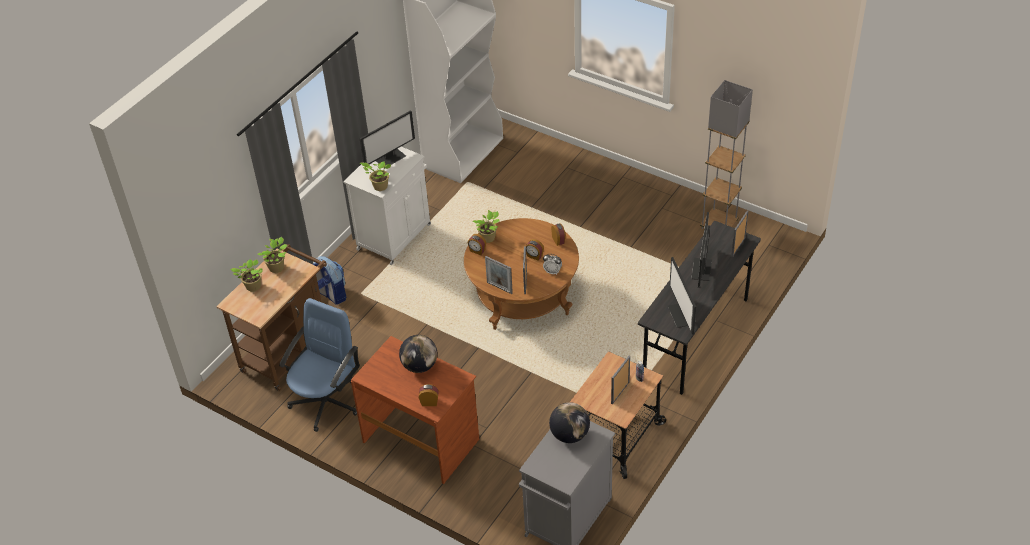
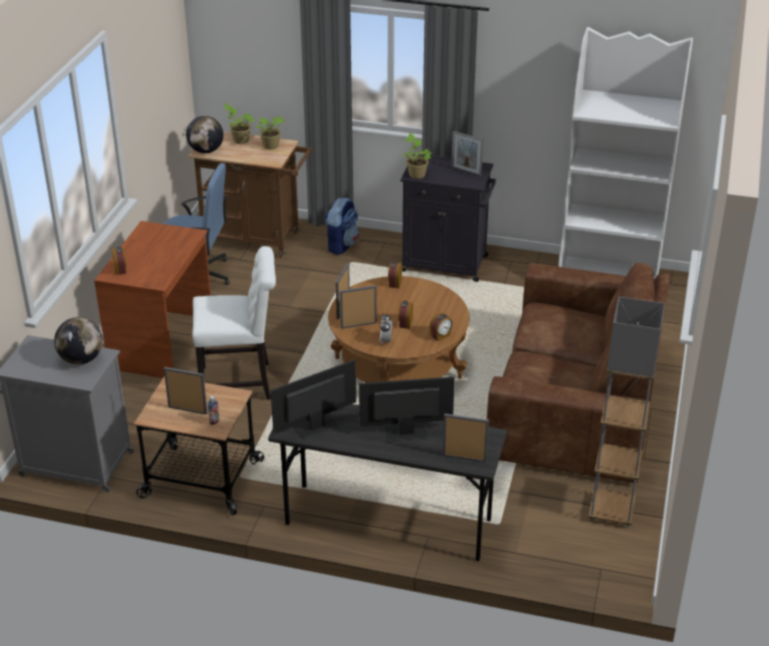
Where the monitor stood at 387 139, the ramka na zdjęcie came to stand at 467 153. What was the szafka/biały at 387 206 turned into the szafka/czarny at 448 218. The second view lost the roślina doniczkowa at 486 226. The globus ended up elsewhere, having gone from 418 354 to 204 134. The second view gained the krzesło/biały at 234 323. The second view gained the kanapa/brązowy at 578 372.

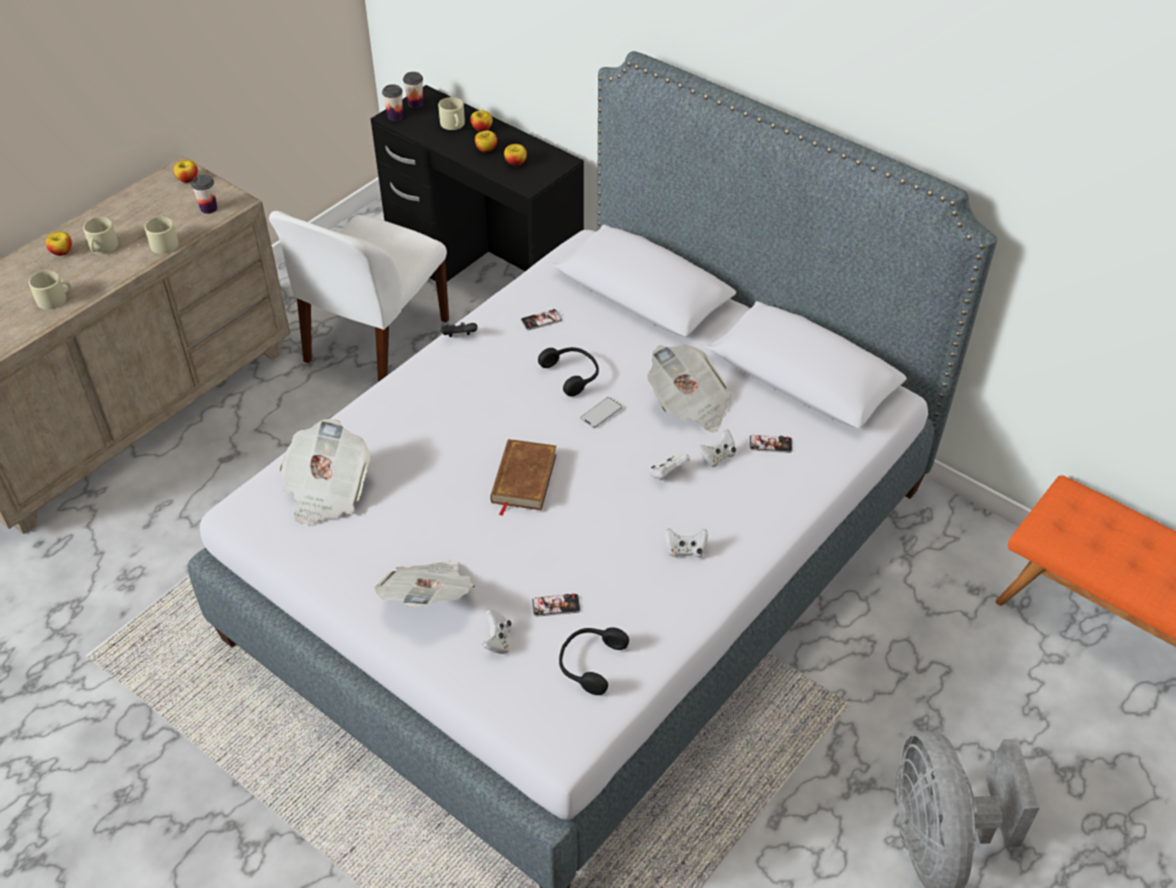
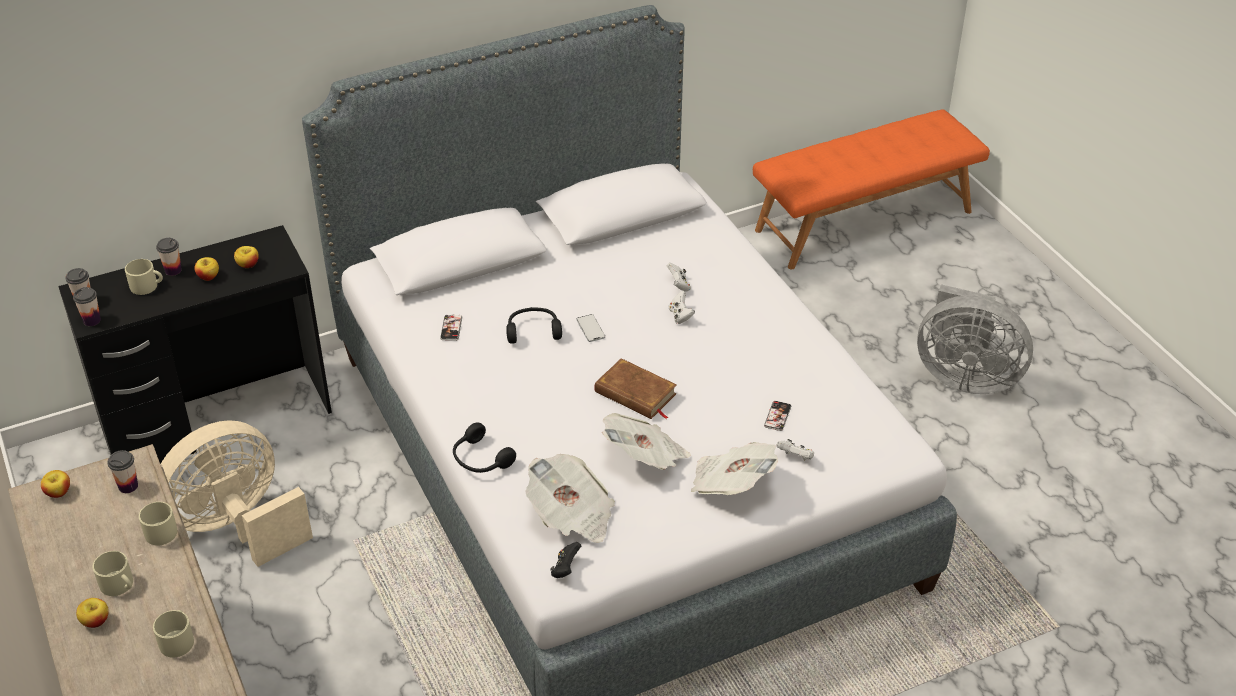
Where the jabłko stood at 481 121, the filiżanka came to stand at 169 257. Where the krzesło/biały stood at 359 296, the wentylator/beżowy came to stand at 236 493. The pad do gier/czarny ended up elsewhere, having gone from 459 329 to 565 560. The gazeta ended up elsewhere, having gone from 689 388 to 646 441. The second view lost the telefon at 771 443. The second view lost the pad do gier/biały at 686 543. The słuchawki/czarny ended up elsewhere, having gone from 594 661 to 484 447.

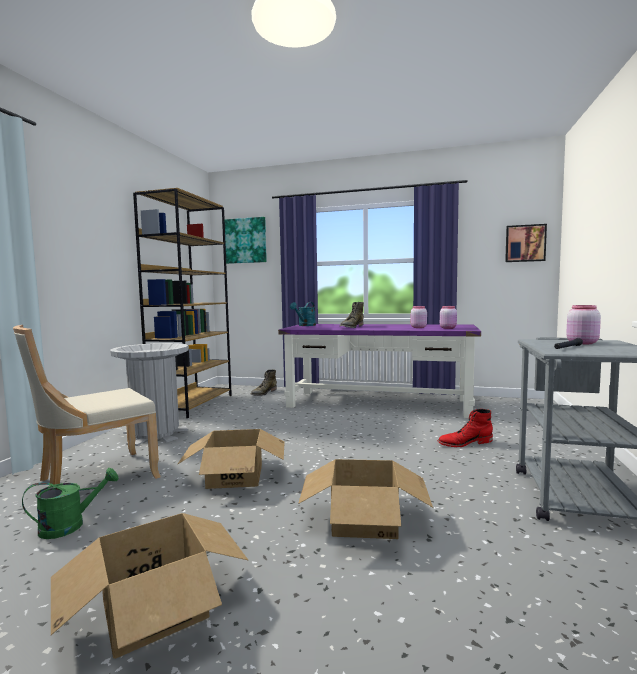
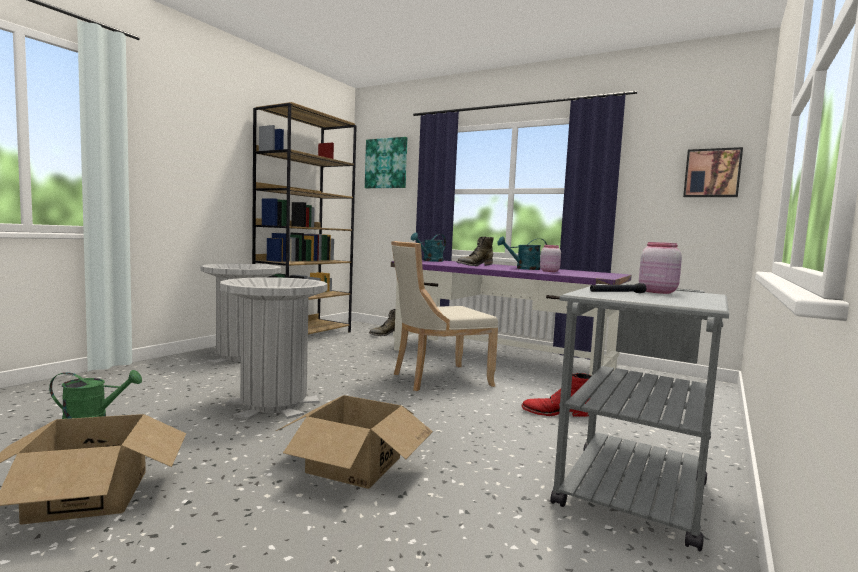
The second view lost the słoik/różowy at 448 317. The krzesło/beżowy ended up elsewhere, having gone from 87 405 to 444 316. Where the karton stood at 231 459, the kosz na śmieci/szary came to stand at 274 348. The second view gained the konewka/turkusowy at 522 253.

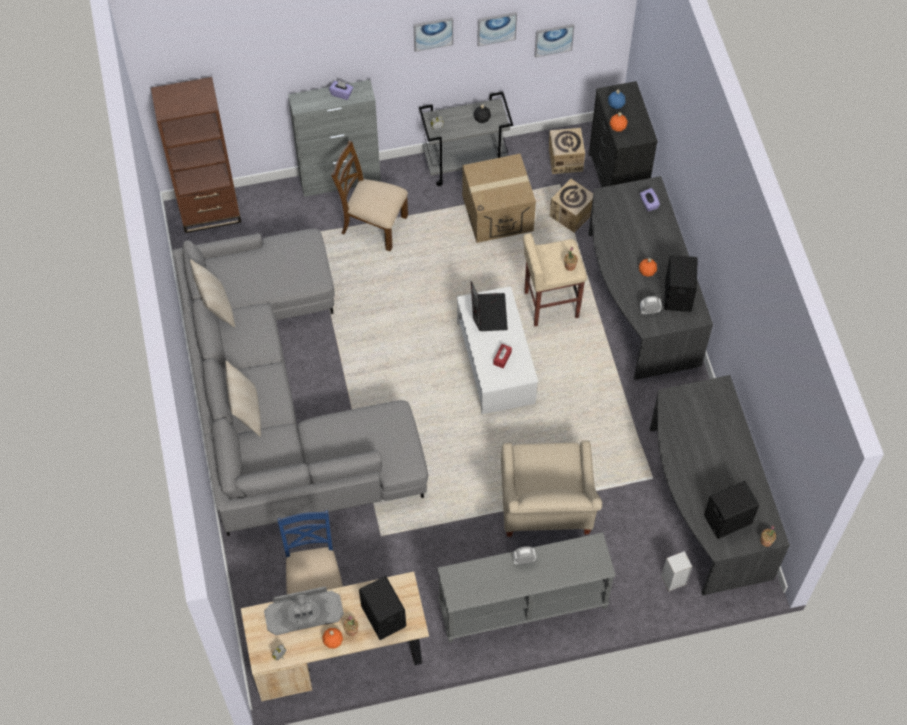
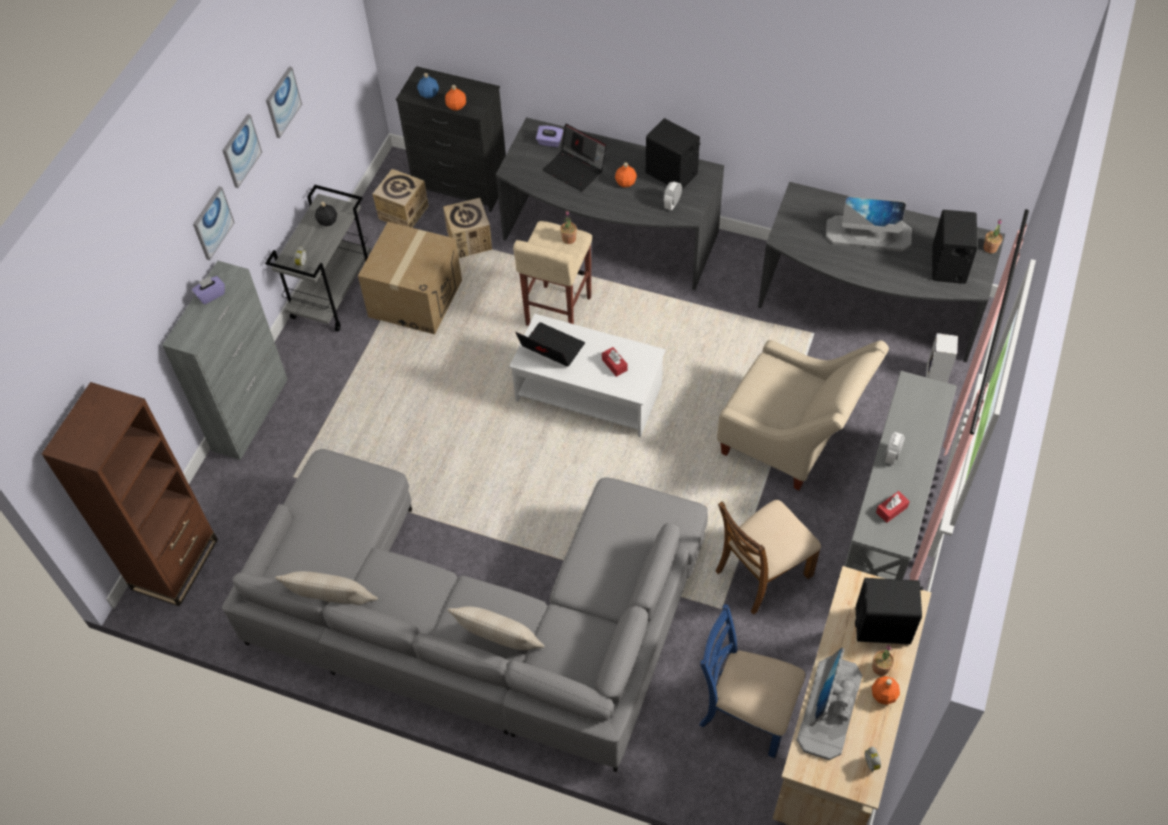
The obraz ended up elsewhere, having gone from 554 41 to 214 223. The krzesło/brązowy ended up elsewhere, having gone from 369 196 to 768 557. The second view gained the laptop at 575 157. The second view gained the monitor at 868 224. The second view gained the pudełko chusteczek/czerwony at 893 507.

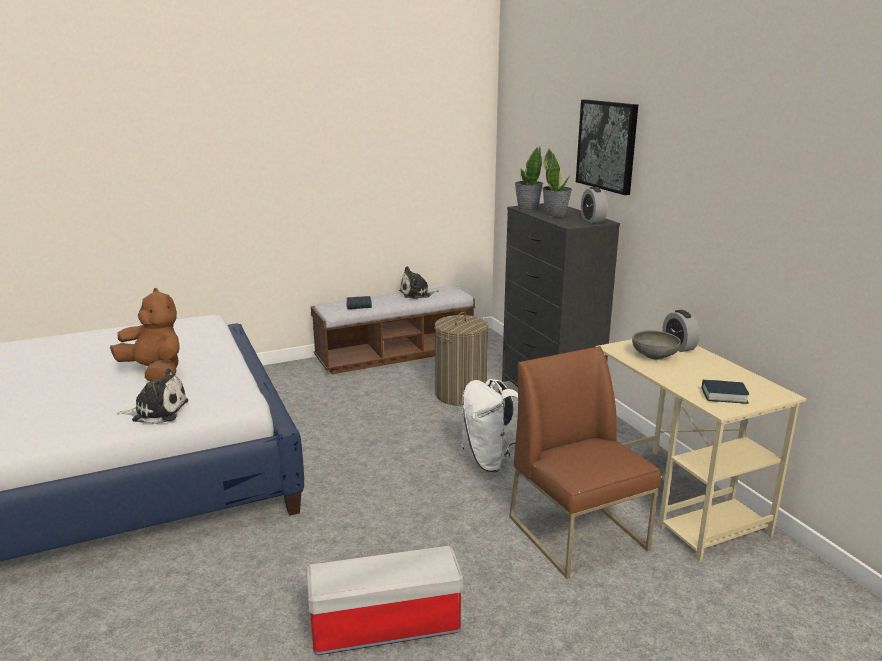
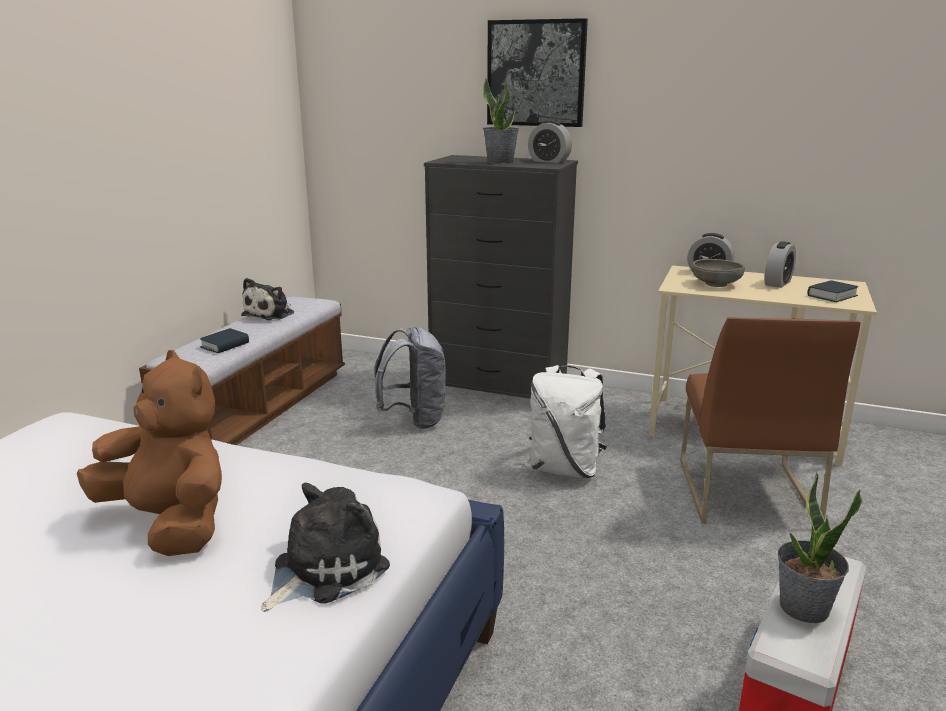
The roślina doniczkowa ended up elsewhere, having gone from 529 178 to 820 548. The pluszak/brązowy at 145 334 ended up facing another way, 45 degrees clockwise from before. Where the kosz na pranie stood at 462 359, the plecak/szary came to stand at 410 378. The krzesło/brązowy at 585 462 ended up facing another way, 105 degrees counterclockwise from before. The second view gained the budzik at 780 264.

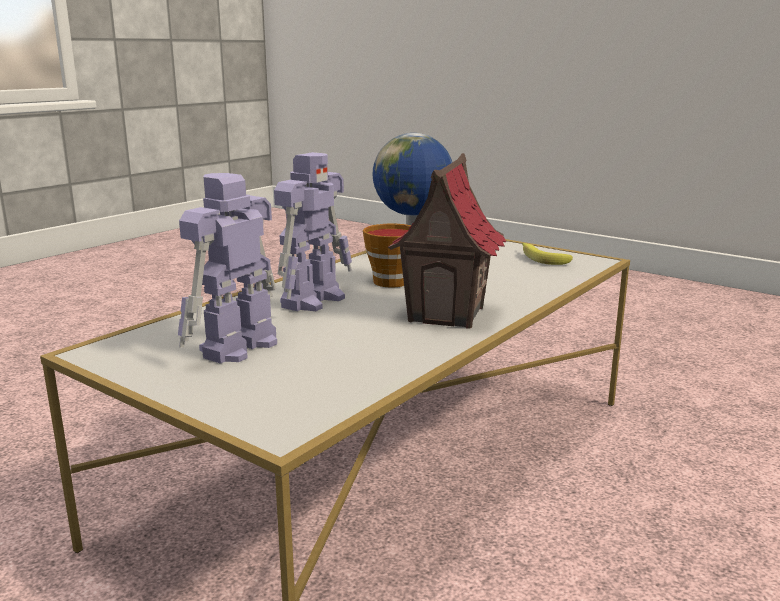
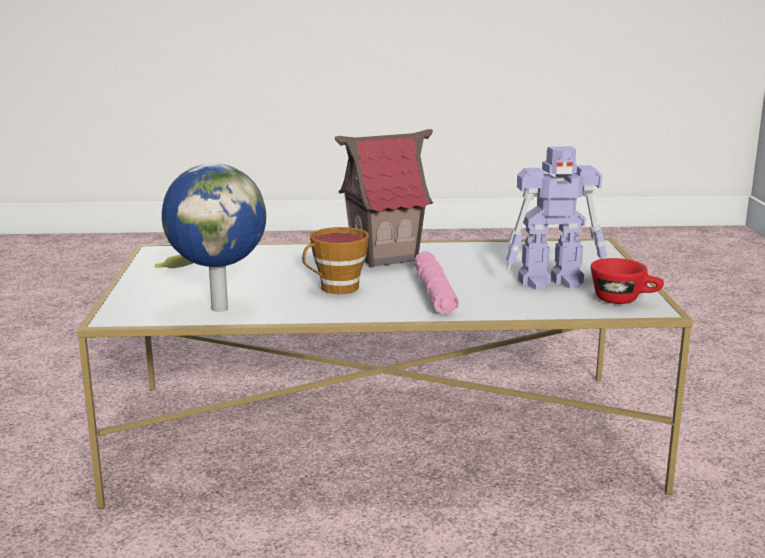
Where the robot zabawkowy stood at 313 231, the latarka/różowy came to stand at 436 282. The second view gained the filiżanka/czerwony at 627 281.

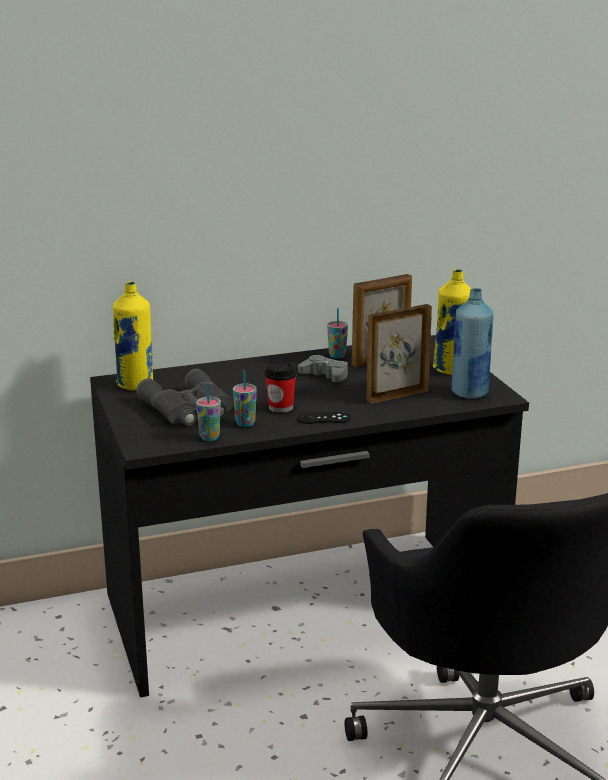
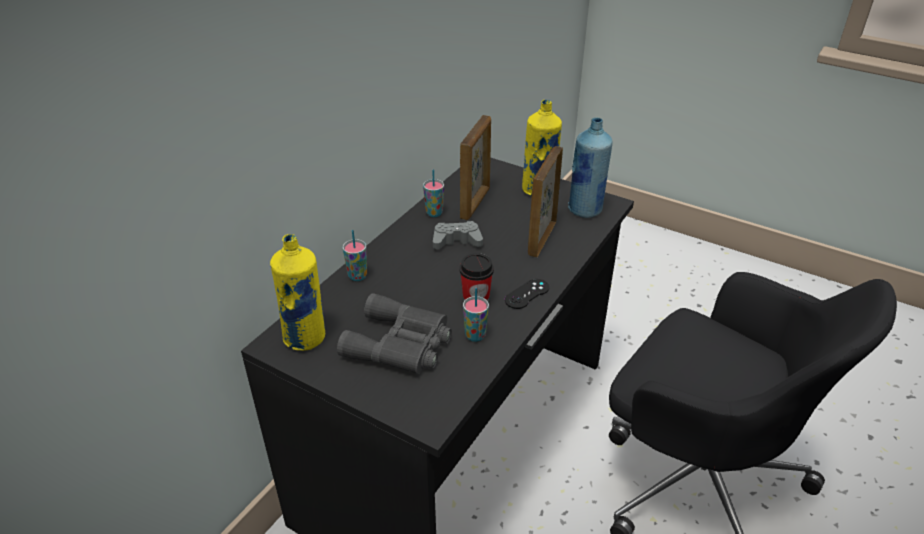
The filiżanka ended up elsewhere, having gone from 208 412 to 355 255.

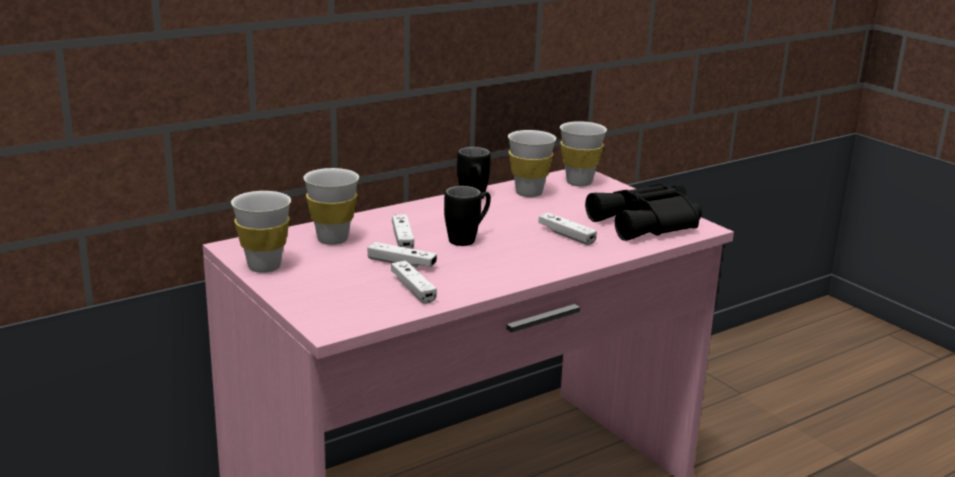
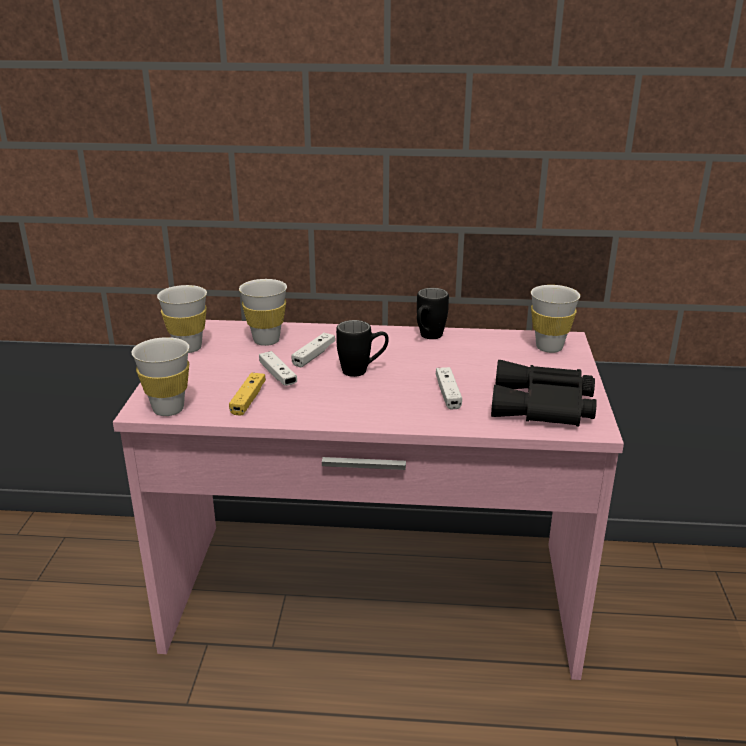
The filiżanka/biały ended up elsewhere, having gone from 532 163 to 160 376. What was the pad do gier/biały at 414 282 turned into the pad do gier/żółty at 247 394.

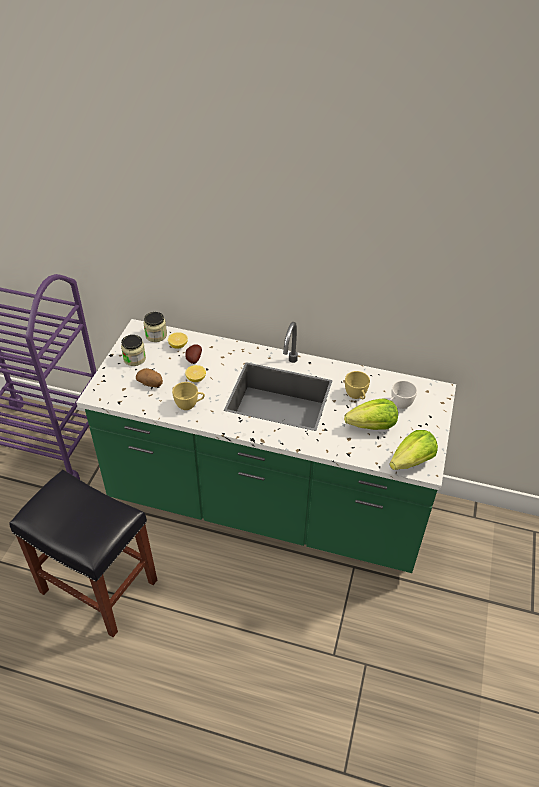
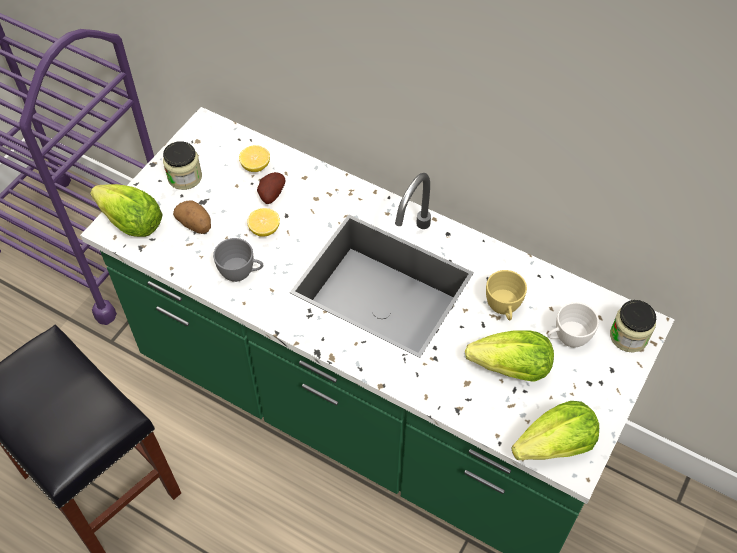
The słoik ended up elsewhere, having gone from 155 327 to 633 326. What was the filiżanka/żółty at 188 396 turned into the filiżanka/szary at 238 260. The second view gained the sałata at 126 210.

